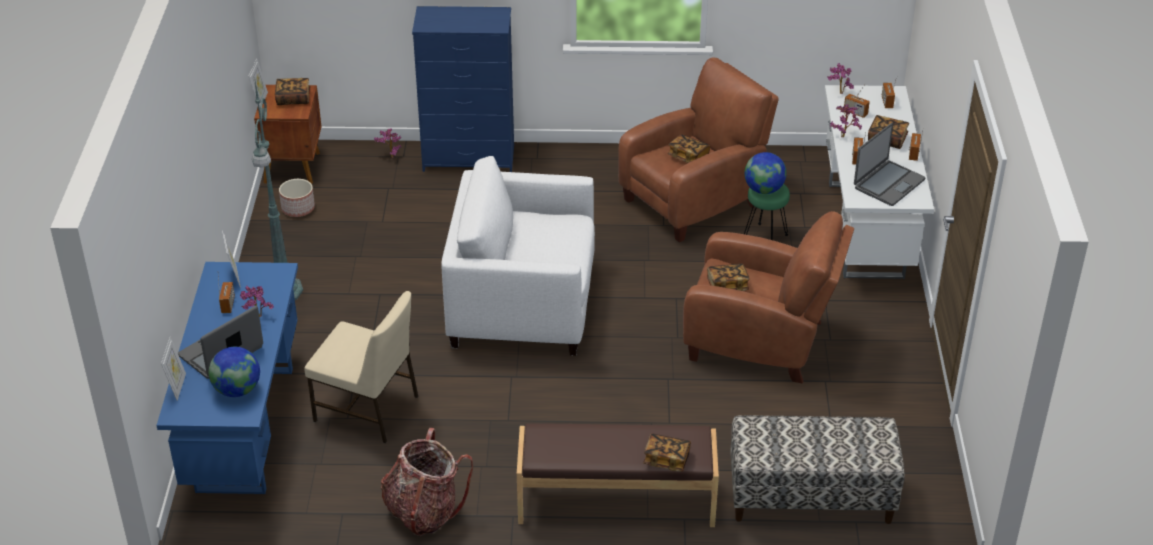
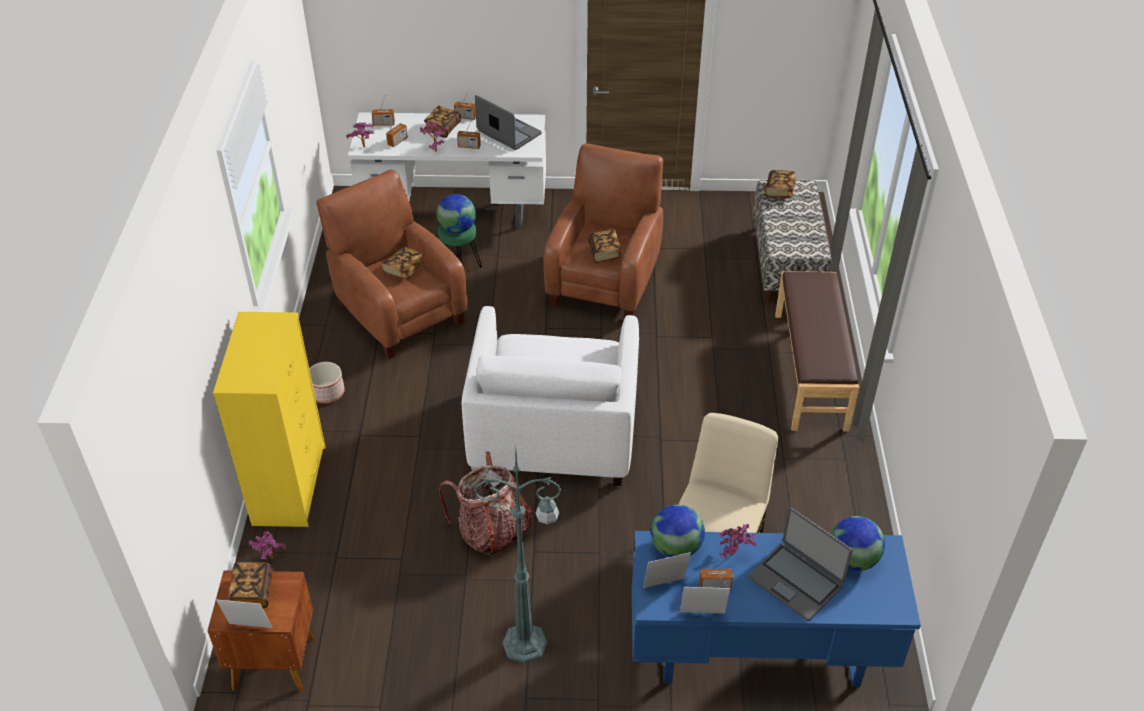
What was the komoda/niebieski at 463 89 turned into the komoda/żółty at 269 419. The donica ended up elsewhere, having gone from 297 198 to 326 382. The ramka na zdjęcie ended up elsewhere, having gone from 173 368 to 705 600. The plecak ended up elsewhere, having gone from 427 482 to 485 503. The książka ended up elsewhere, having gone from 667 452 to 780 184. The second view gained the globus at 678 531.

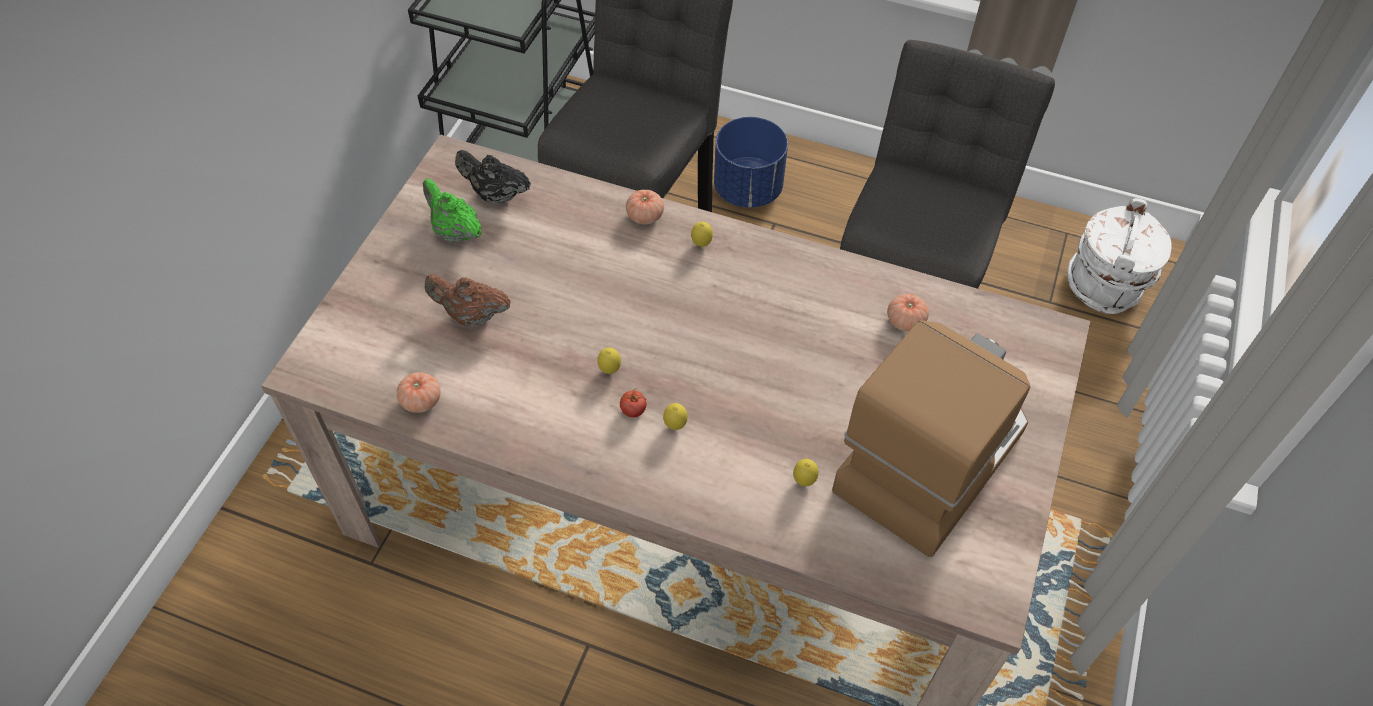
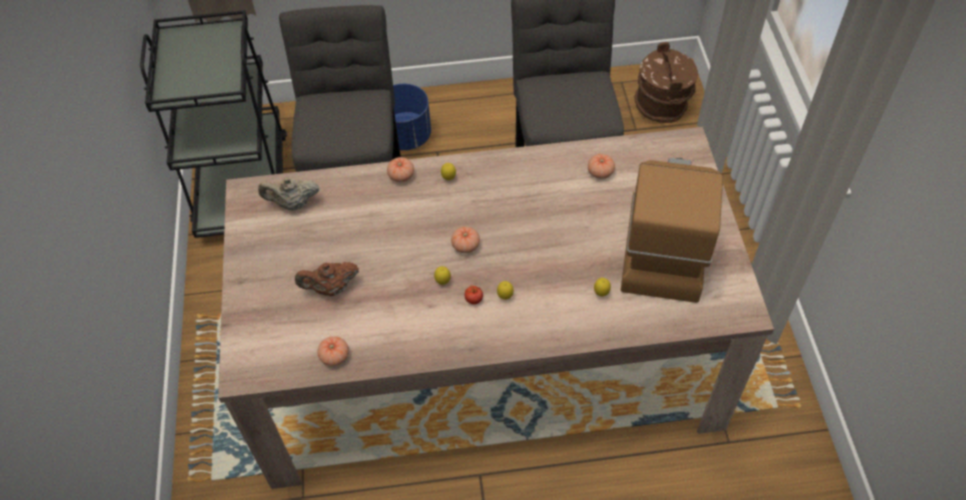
What was the imbryk/czarny at 493 177 turned into the imbryk/beżowy at 288 193. The second view lost the imbryk/zielony at 452 211. What was the wiadro/biały at 1119 256 turned into the wiadro/brązowy at 666 82. The second view gained the pomidor at 465 240.

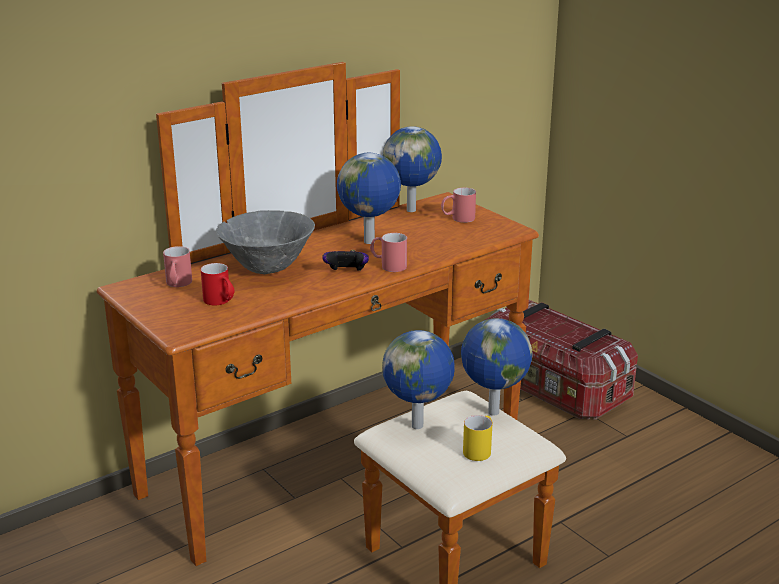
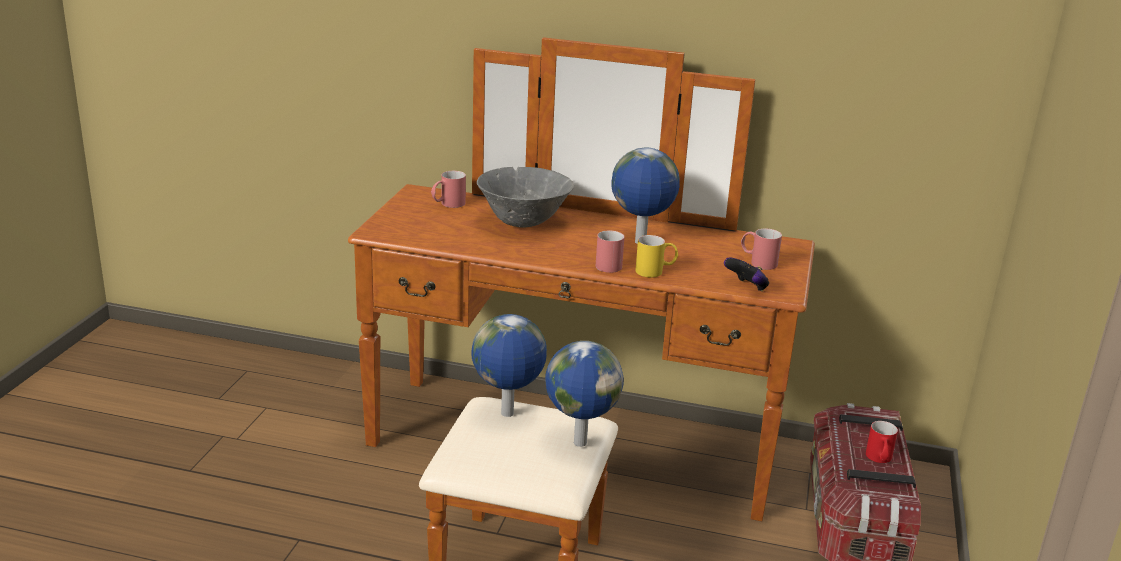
The second view lost the globus at 412 169. The pad do gier ended up elsewhere, having gone from 345 260 to 746 274. The kubek/czerwony ended up elsewhere, having gone from 218 284 to 882 442. The kubek/żółty ended up elsewhere, having gone from 478 438 to 656 256.

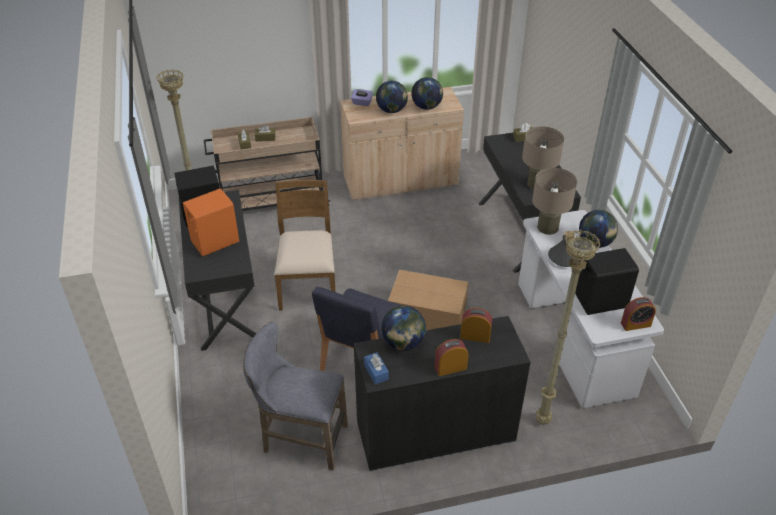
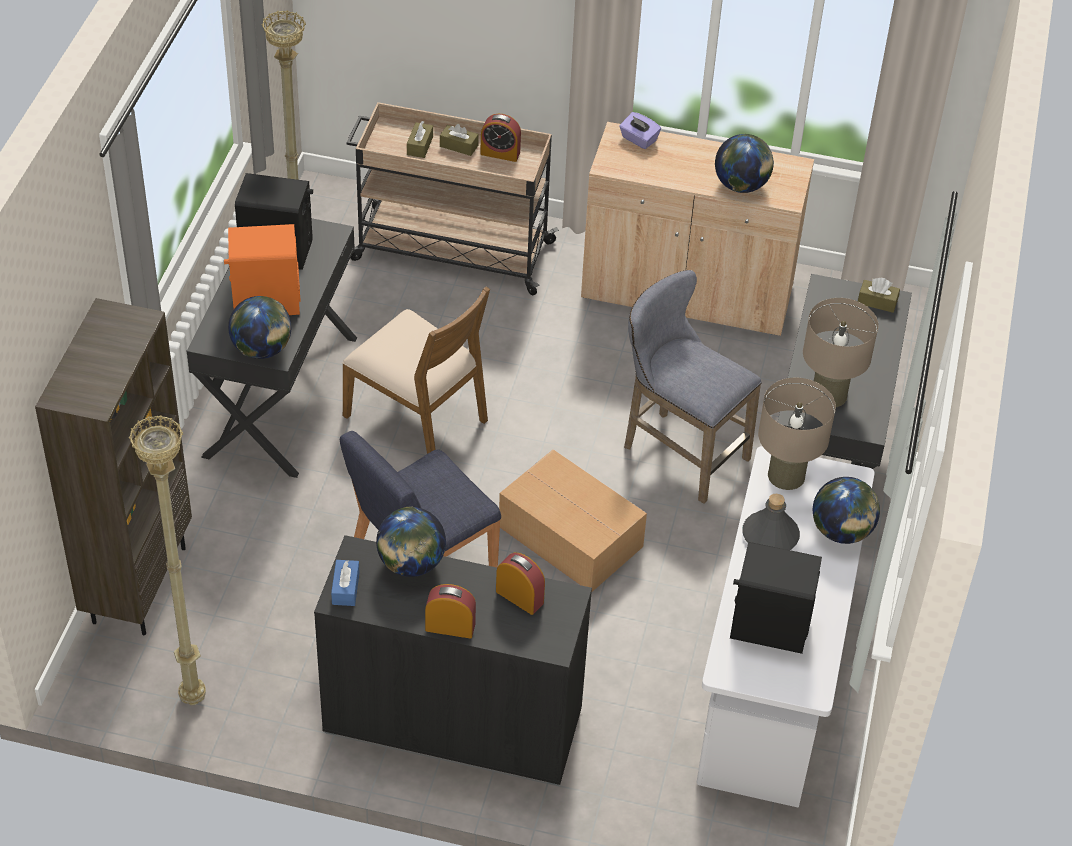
The globus ended up elsewhere, having gone from 392 97 to 259 327. The krzesło/brązowy at 305 245 ended up facing another way, 105 degrees clockwise from before. The lampa stojąca/beżowy ended up elsewhere, having gone from 567 327 to 167 560. The budzik ended up elsewhere, having gone from 638 314 to 500 138. The stołek/szary ended up elsewhere, having gone from 295 396 to 693 387. The second view gained the regał/brązowy at 113 466.

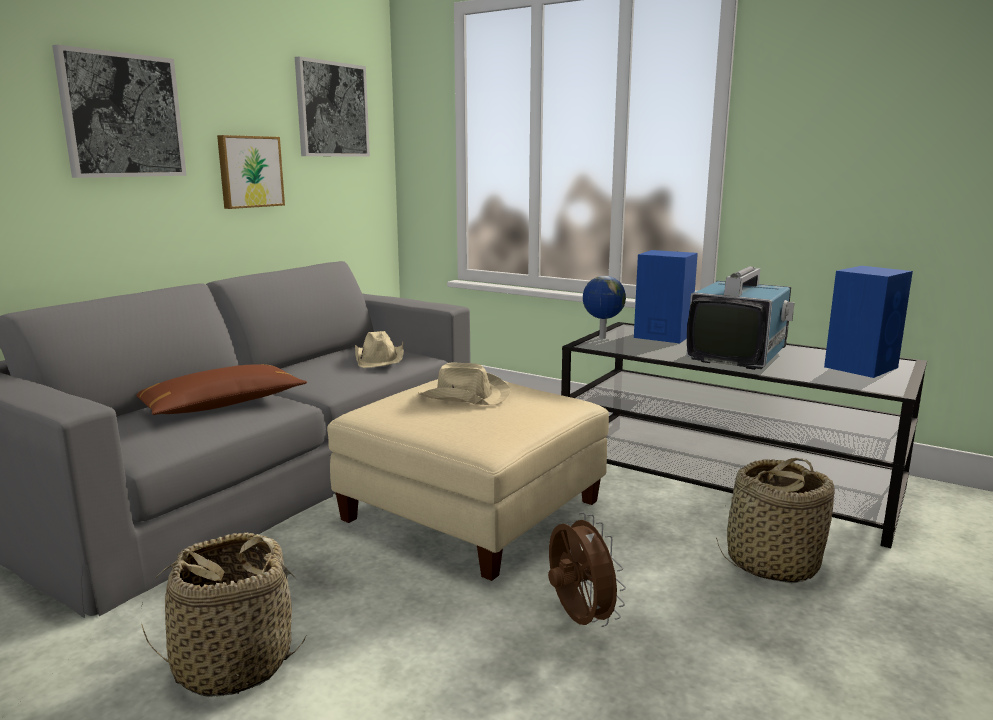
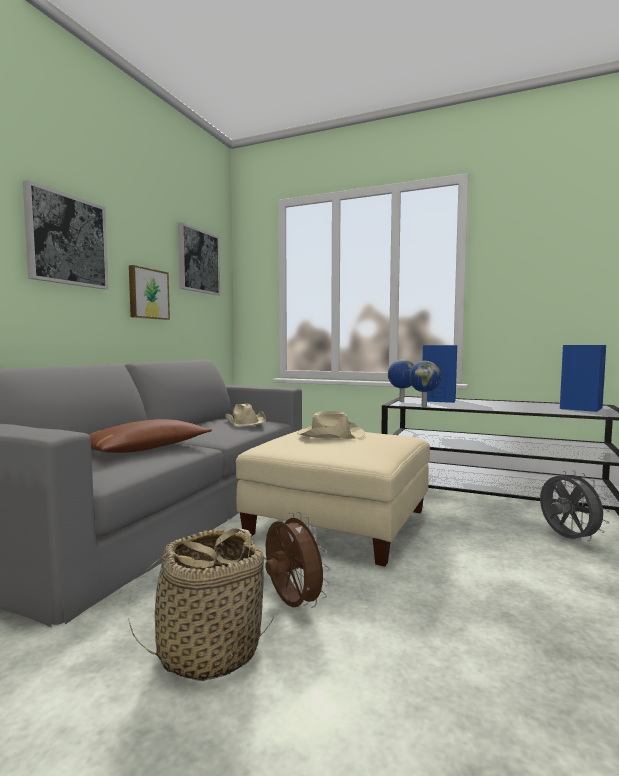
The second view lost the telewizor at 741 318. Where the koszyk stood at 775 520, the wentylator/szary came to stand at 575 505. The wentylator/brązowy ended up elsewhere, having gone from 587 569 to 297 560. The second view gained the globus at 425 384.

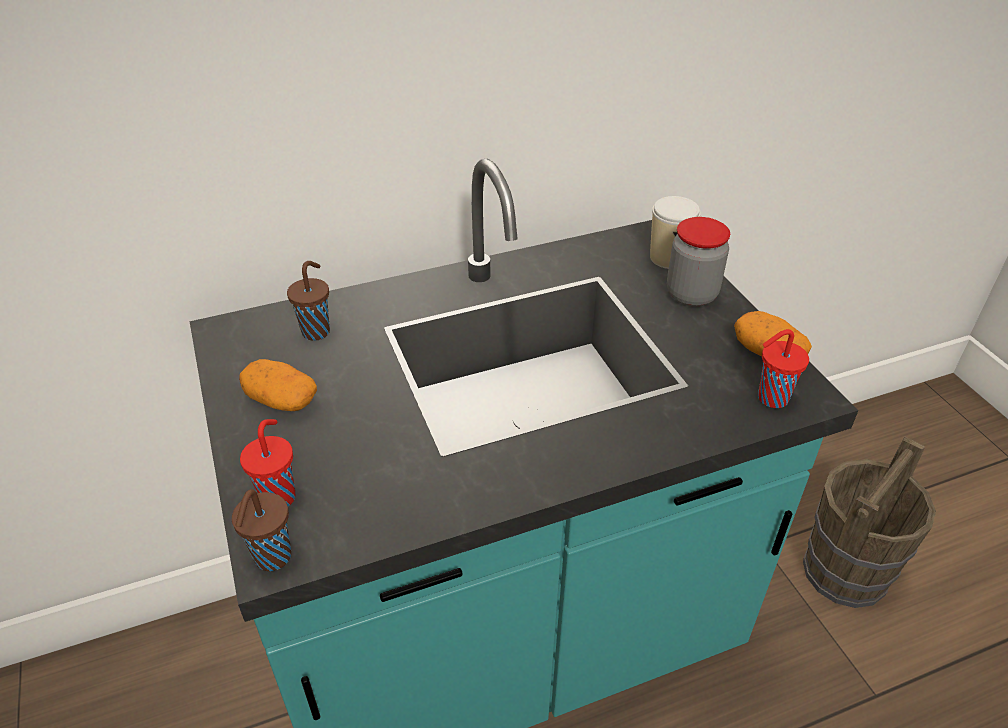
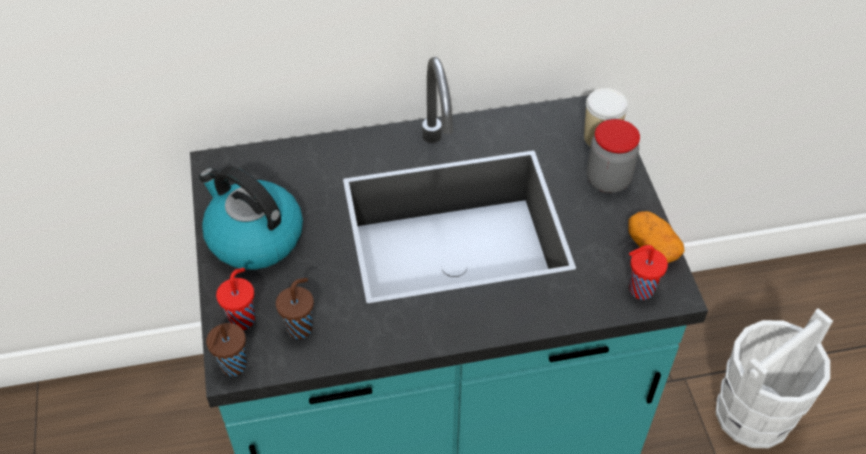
The filiżanka/brązowy ended up elsewhere, having gone from 308 301 to 295 308. Where the ziemniak stood at 278 385, the czajnik came to stand at 251 218. What was the wiadro/brązowy at 869 522 turned into the wiadro/biały at 774 378.

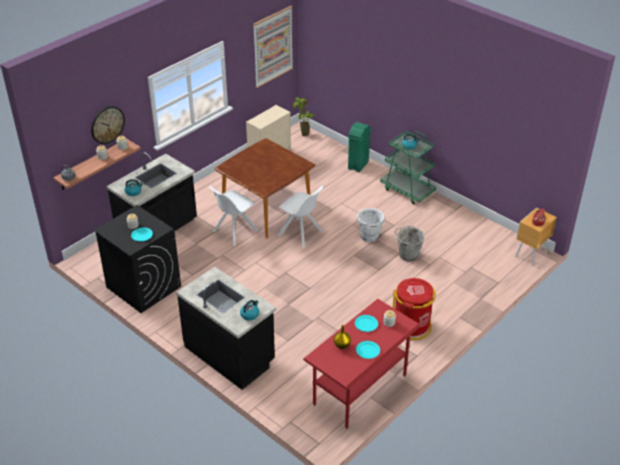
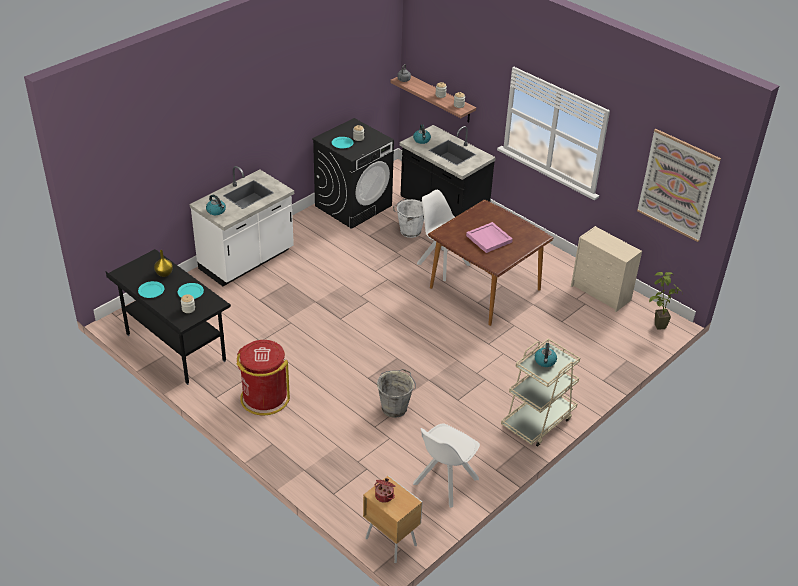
The second view lost the zegar ścienny at 108 125. The second view lost the kosz na śmieci/zielony at 359 147. What was the wózek/zielony at 408 168 turned into the wózek/beżowy at 540 392. The krzesło/biały ended up elsewhere, having gone from 300 216 to 446 465. The wiadro/biały ended up elsewhere, having gone from 371 225 to 408 218. What was the zabudowa kuchenna/czarny at 226 328 turned into the zabudowa kuchenna/biały at 242 226. What was the biurko/czerwony at 362 364 turned into the biurko/czarny at 168 317. The second view gained the taca/różowy at 489 237.

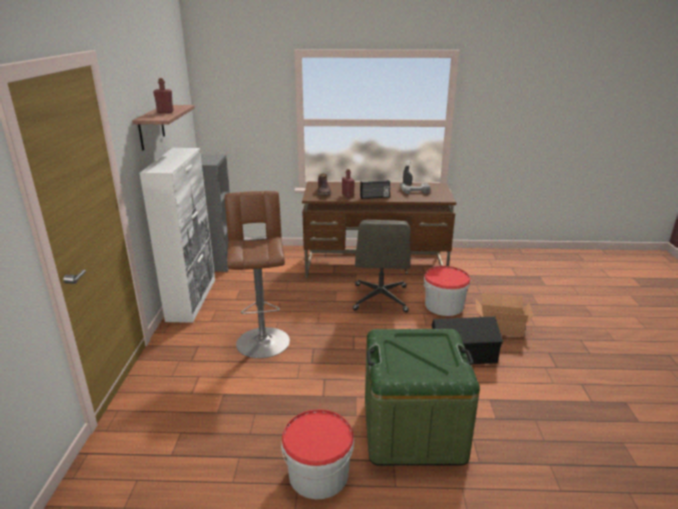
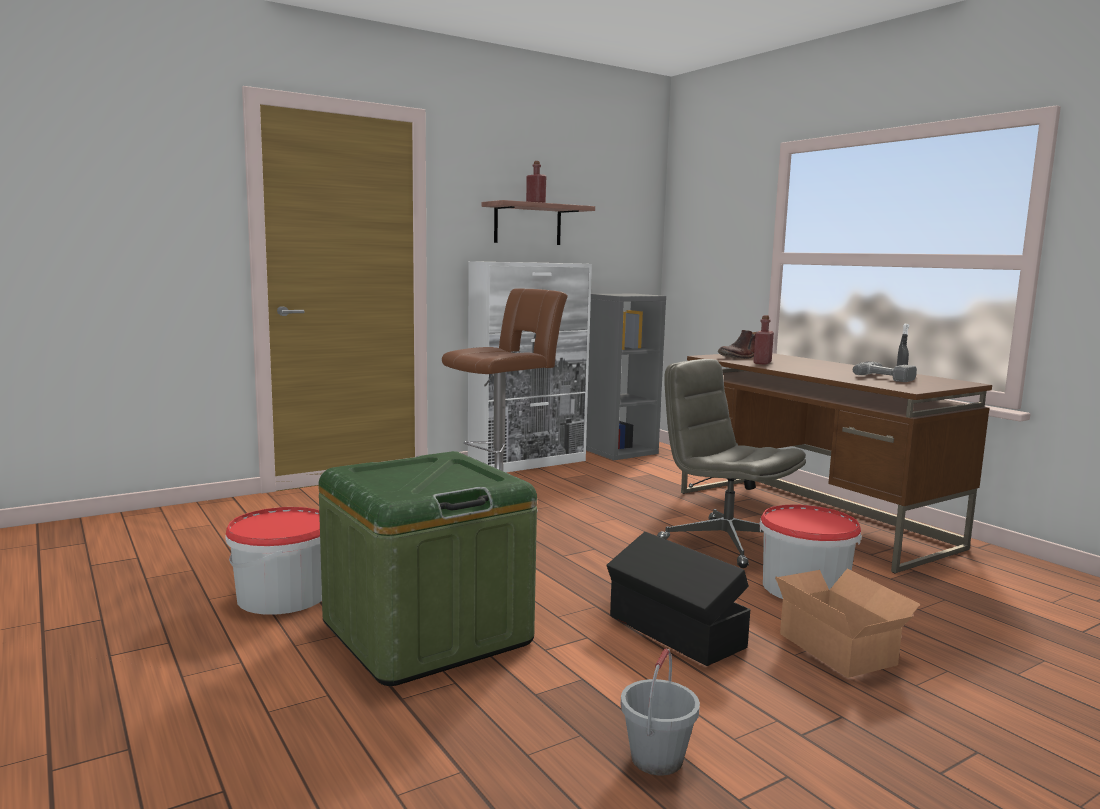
The second view lost the radio at 375 189. The krzesło biurowe/szary at 382 266 ended up facing another way, 75 degrees clockwise from before. The second view gained the wiadro/szary at 660 712.

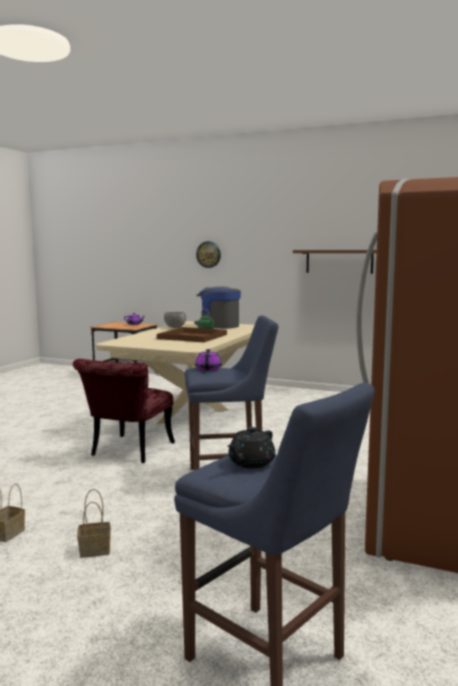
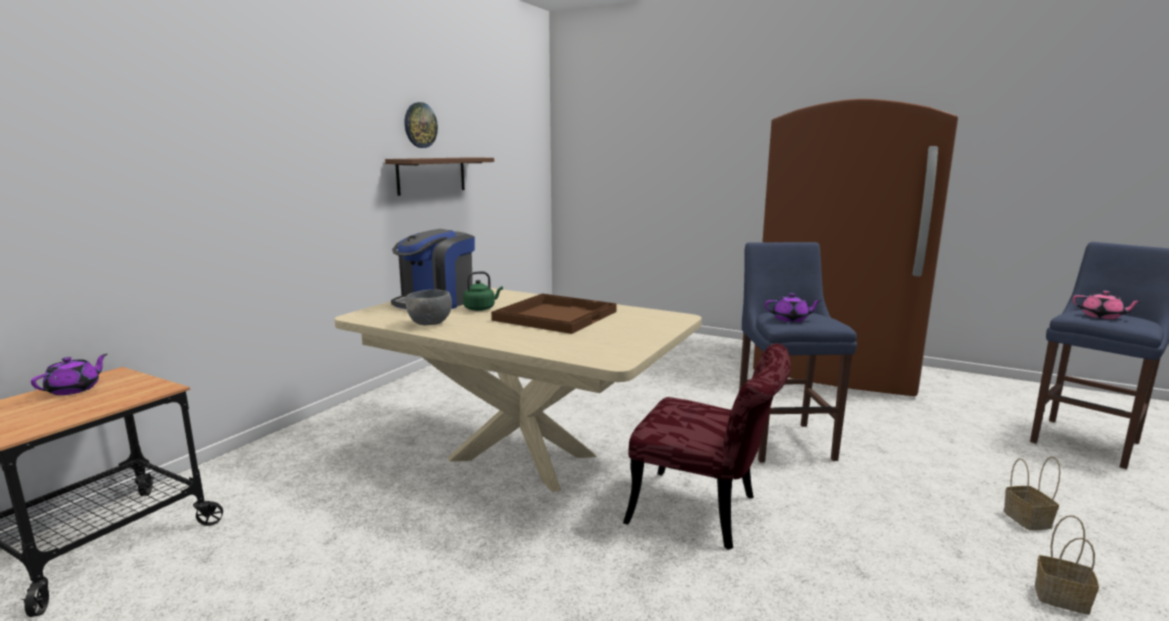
The zegar ścienny ended up elsewhere, having gone from 208 254 to 421 125. What was the imbryk/czarny at 251 448 turned into the imbryk/różowy at 1108 305.

